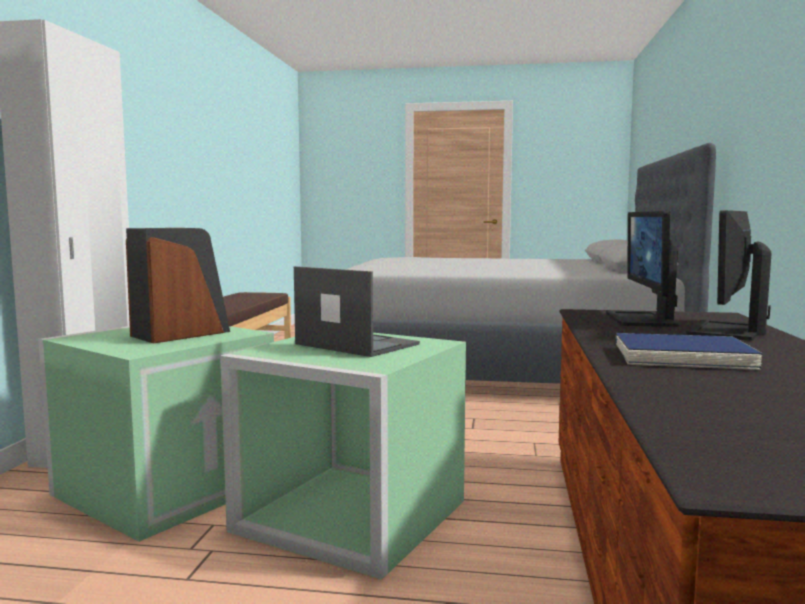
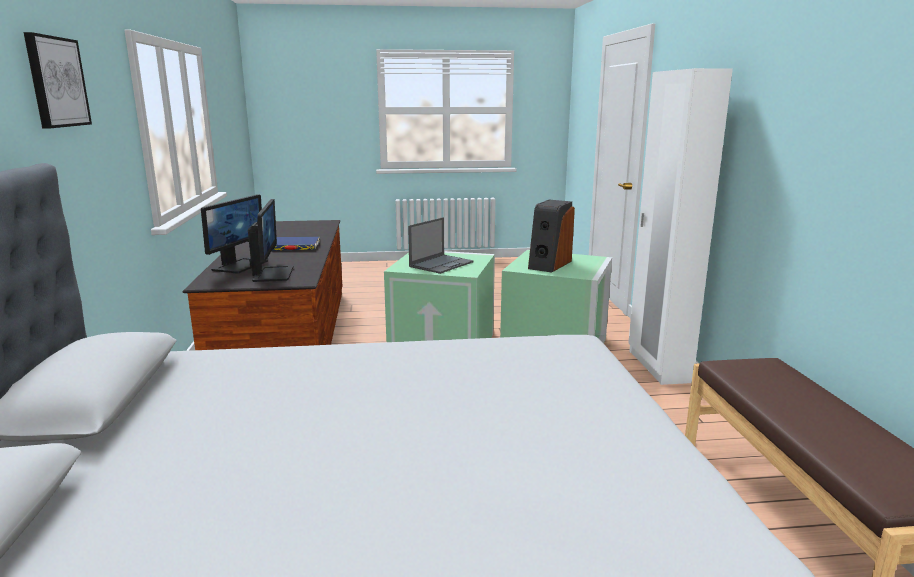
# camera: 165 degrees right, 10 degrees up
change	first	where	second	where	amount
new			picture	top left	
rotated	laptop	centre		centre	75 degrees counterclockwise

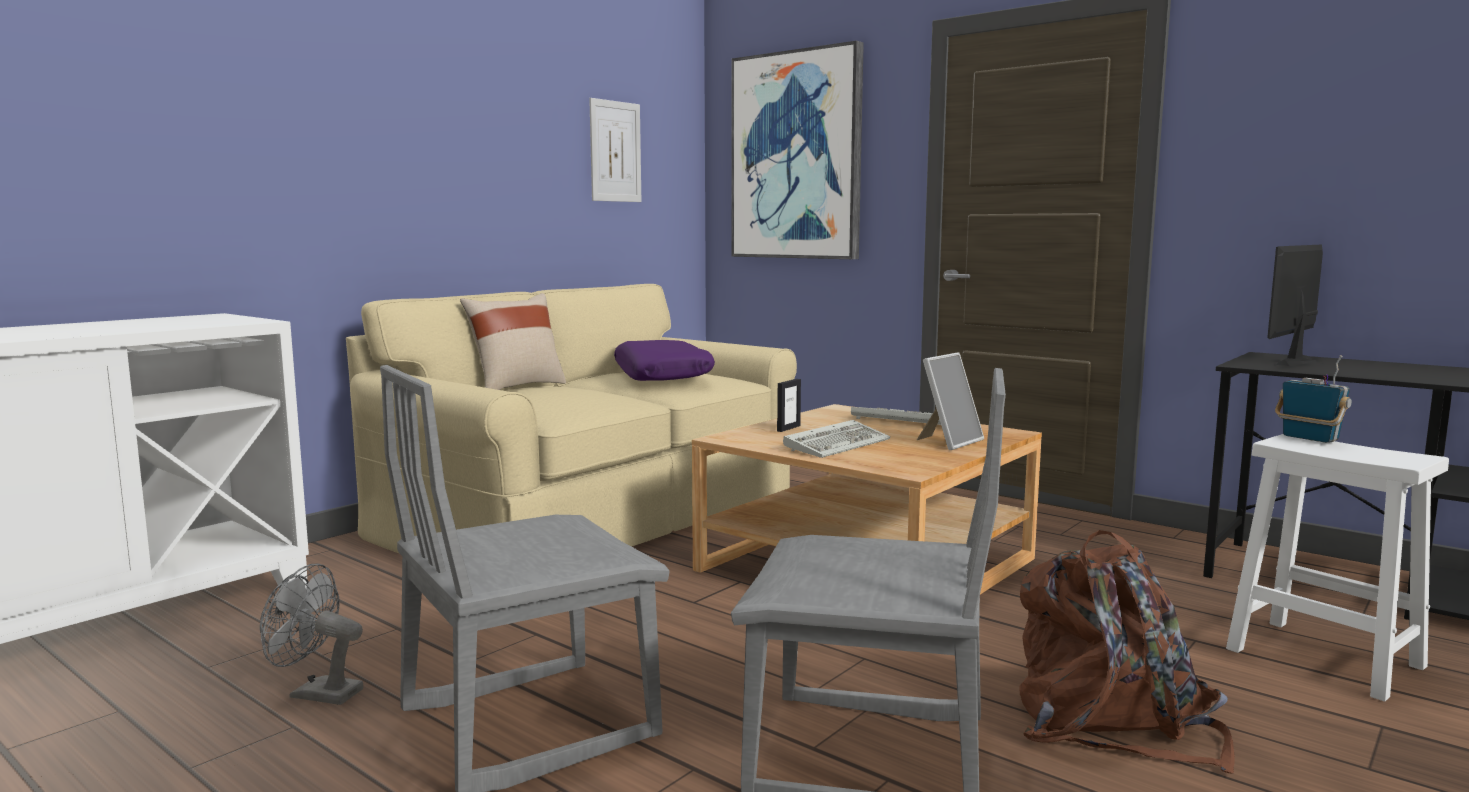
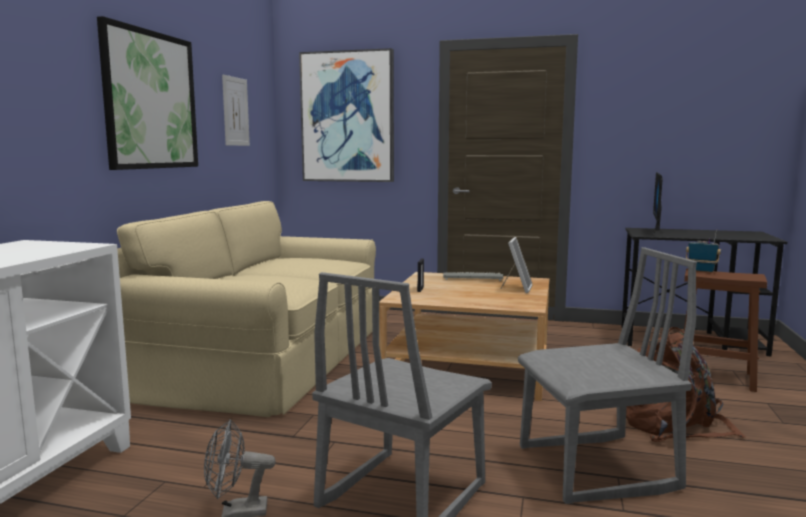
# camera: 25 degrees left, 0 degrees up
change	first	where	second	where	amount
new			picture (no. 1 from left)	top left	
repainted	white-coloured_stool_seat	bottom right	brown_stool_seat	middle right	
gone	sand-coloured_pillow	centre			
gone	purplish_pillow	centre			
gone	computer_keyboard (no. 1 from left)	centre			

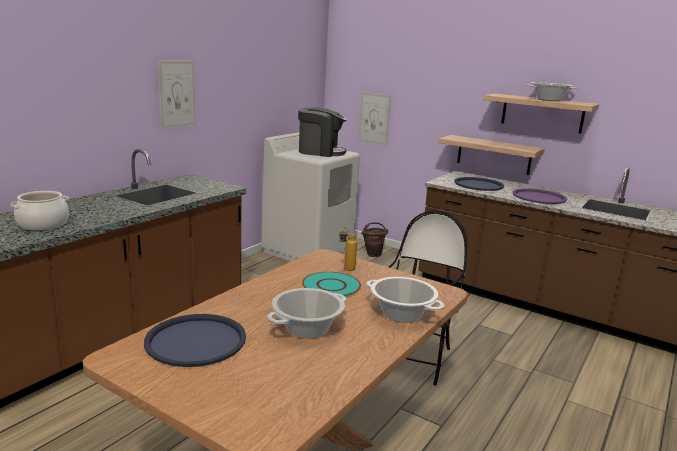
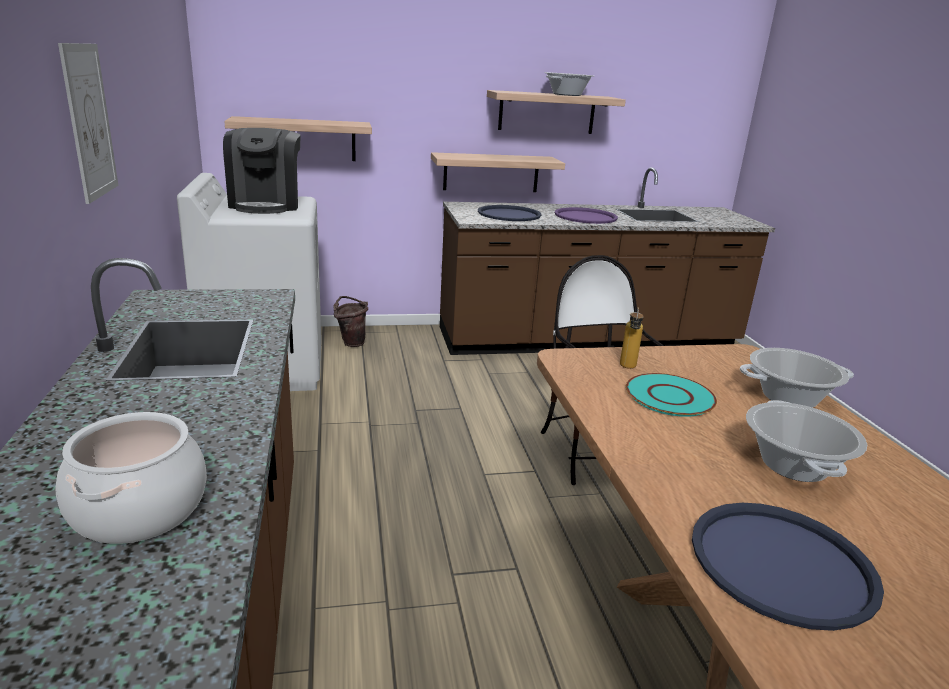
# camera: 45 degrees left, 5 degrees up
change	first	where	second	where	amount
rotated	coffee_brewer	top centre		top left	120 degrees clockwise
swapped	picture (no. 2 from left)	top centre	shelf (no. 1 from left)	top left	

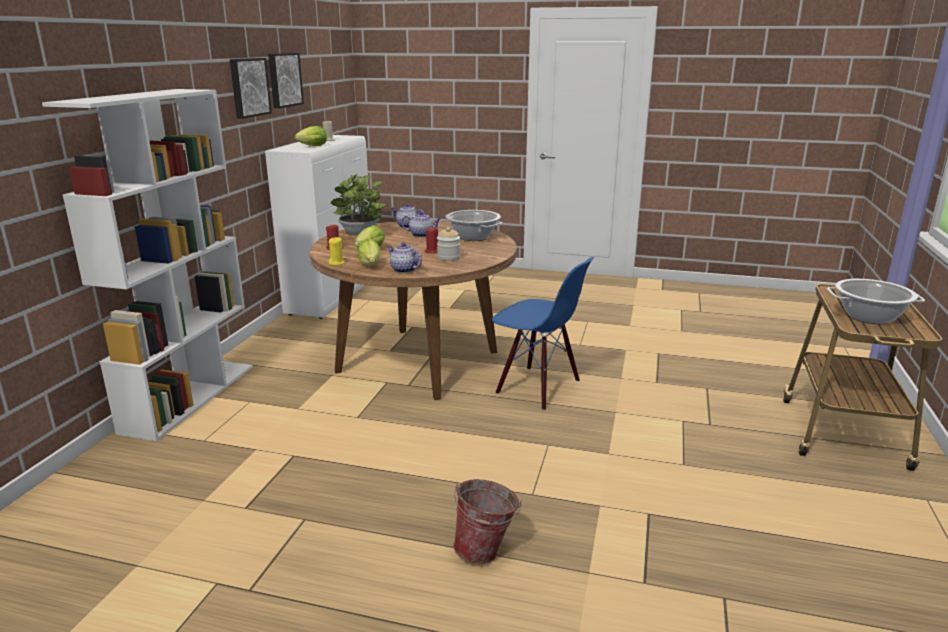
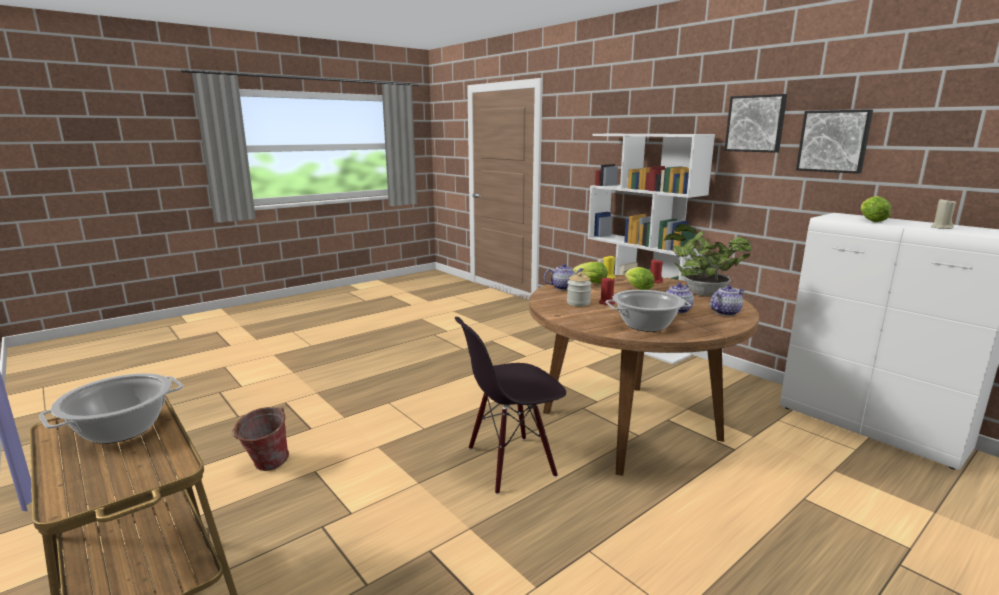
# camera: 125 degrees right, 5 degrees down
change	first	where	second	where	amount
shifted	bucket	bottom centre		bottom left	
repainted	blue-coloured_plain_chair	centre	blackish_plain_chair	bottom centre	
shifted	picture (no. 2 from left in the first image)	top left	picture (no. 1 from left)	top right	

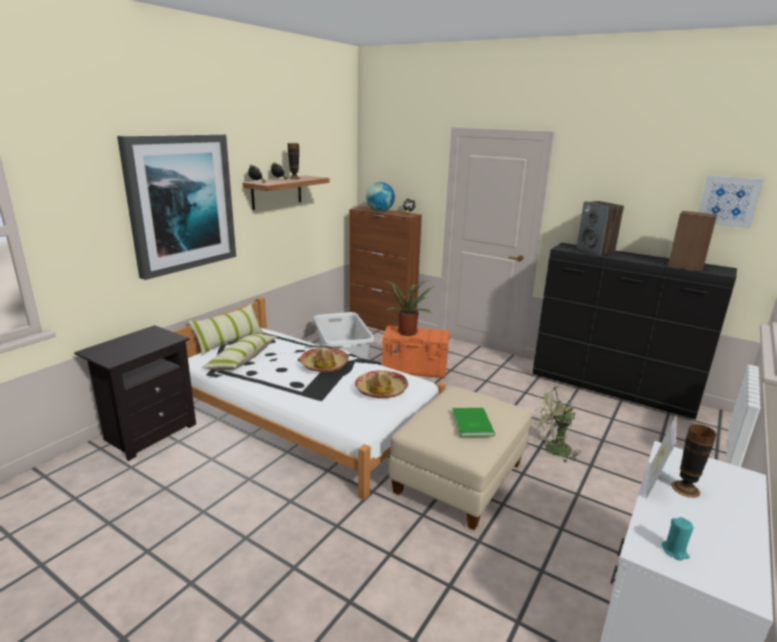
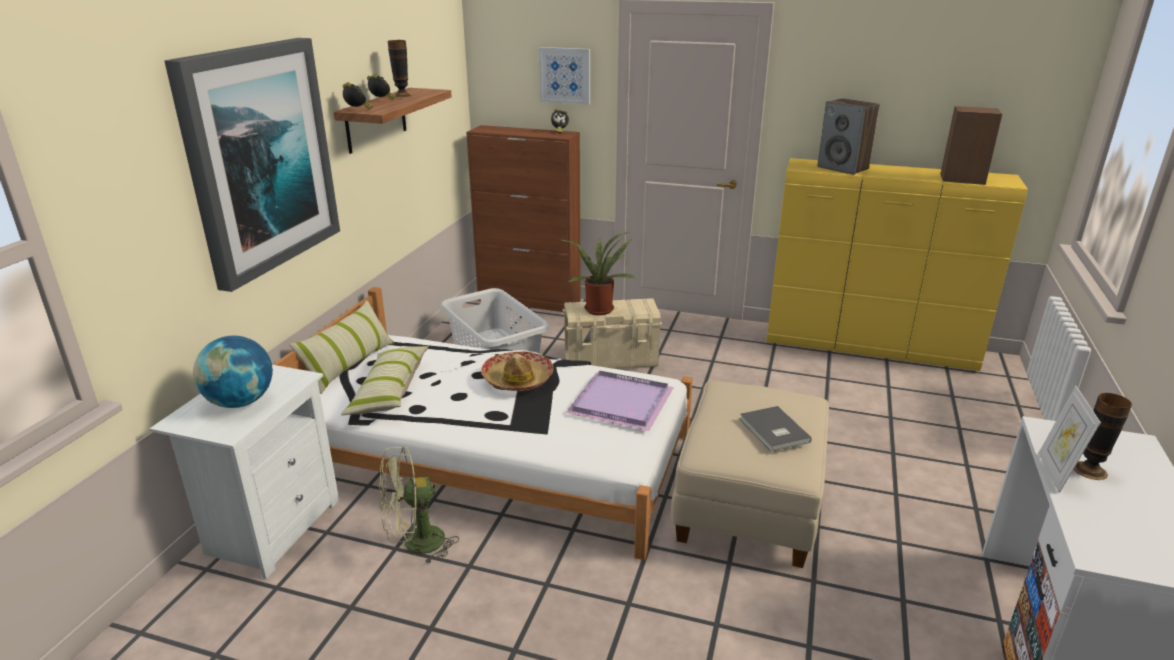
# camera: 15 degrees left, 5 degrees up
change	first	where	second	where	amount
repainted	blackish_nightstand	middle left	white-coloured_nightstand	bottom left	
shifted	globe	top centre		middle left	
shifted	green-coloured_fan	middle right		bottom centre	
shifted	picture (no. 2 from left)	top right		top centre	
repainted	orange_storage_box	centre	sand-coloured_storage_box	centre	
swapped	wearable_hat (no. 2 from left)	centre	purplish_serving_tray	centre	
repainted	green-coloured_volume	centre	gray_volume	centre	
repainted	blackish_chest_of_drawers	middle right	yellow-coloured_chest_of_drawers	middle right	
gone	turquoise_candle	bottom right			

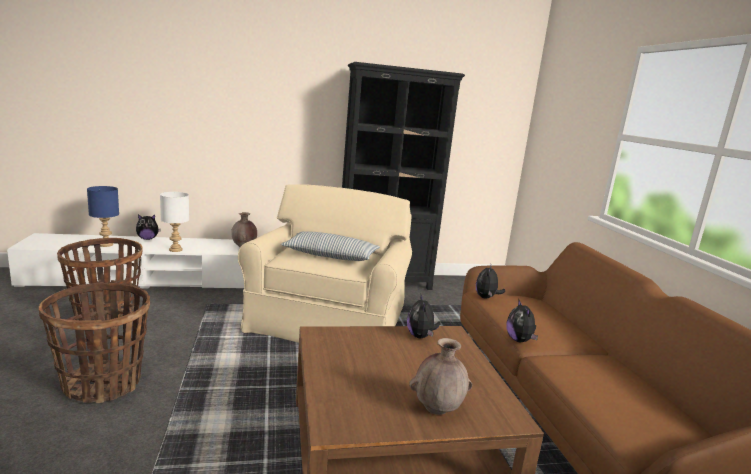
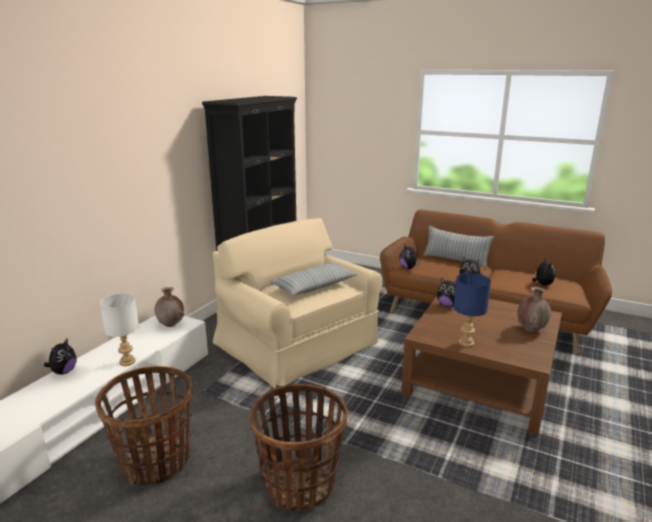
# camera: 50 degrees left, 5 degrees up
change	first	where	second	where	amount
new			pillow (no. 2 from left)	middle right	
shifted	blue-coloured_table_lamp	middle left		middle right	
new			plush_toy (no. 5 from left)	middle right	

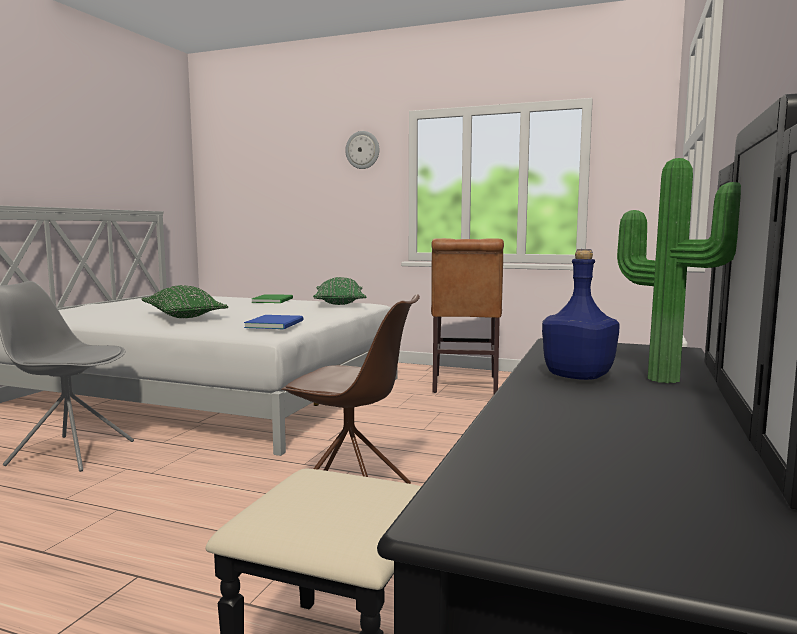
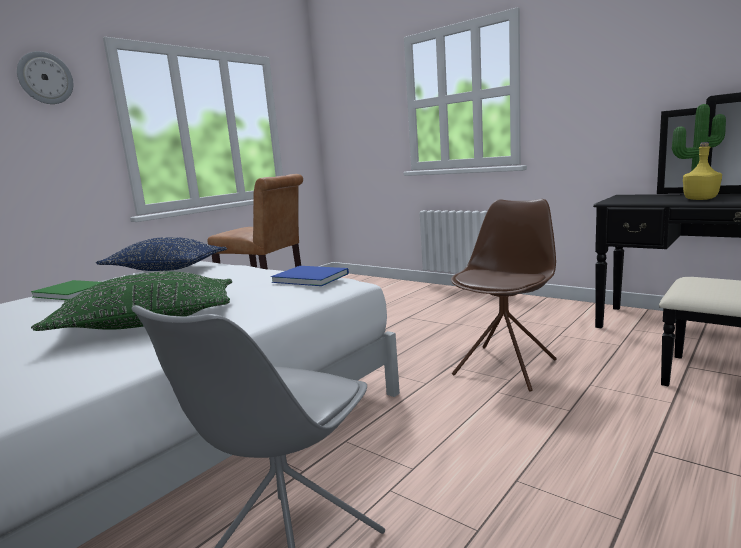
# camera: 70 degrees left, 5 degrees up
change	first	where	second	where	amount
repainted	green-coloured_pillow (no. 2 from left)	centre	blue-coloured_pillow	middle left	
repainted	blue-coloured_beverage_bottle	middle right	yellow-coloured_beverage_bottle	top right	

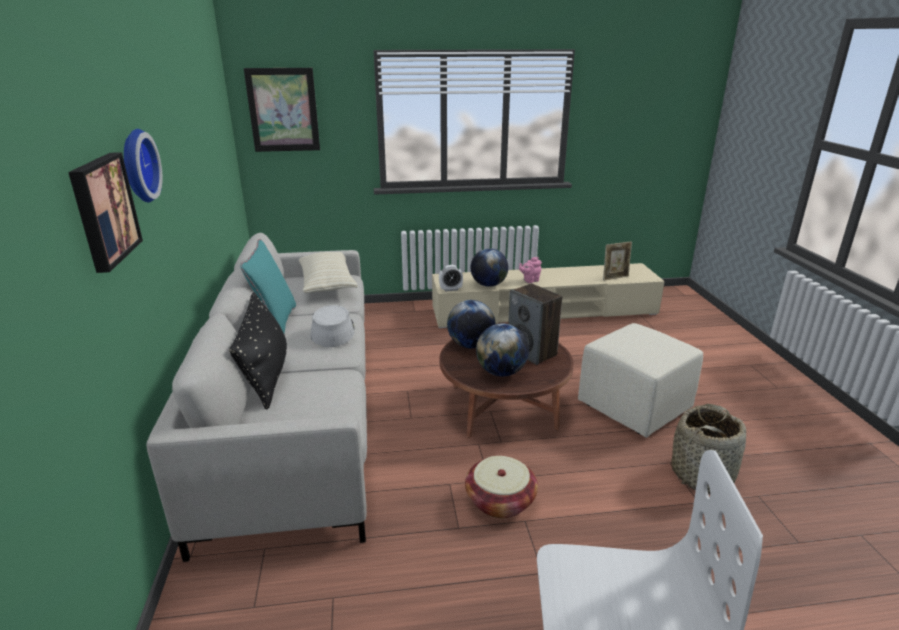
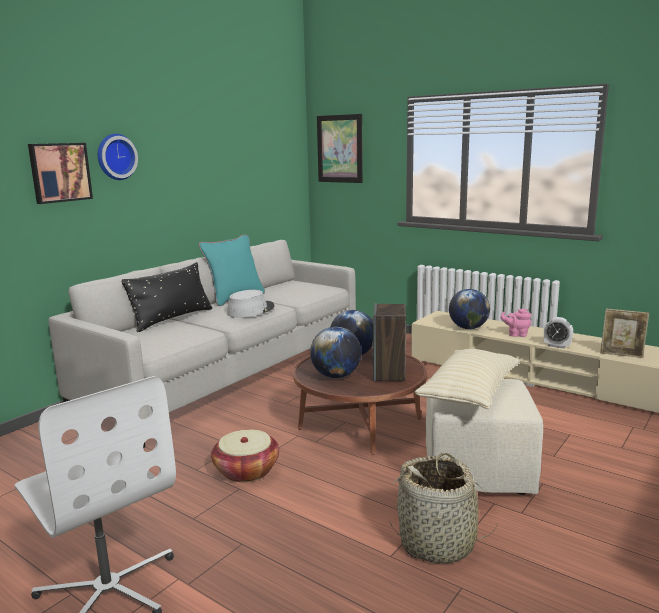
# camera: 45 degrees right, 10 degrees down
change	first	where	second	where	amount
shifted	sand-coloured_pillow	centre		middle right	
shifted	alarm_clock	centre		middle right	

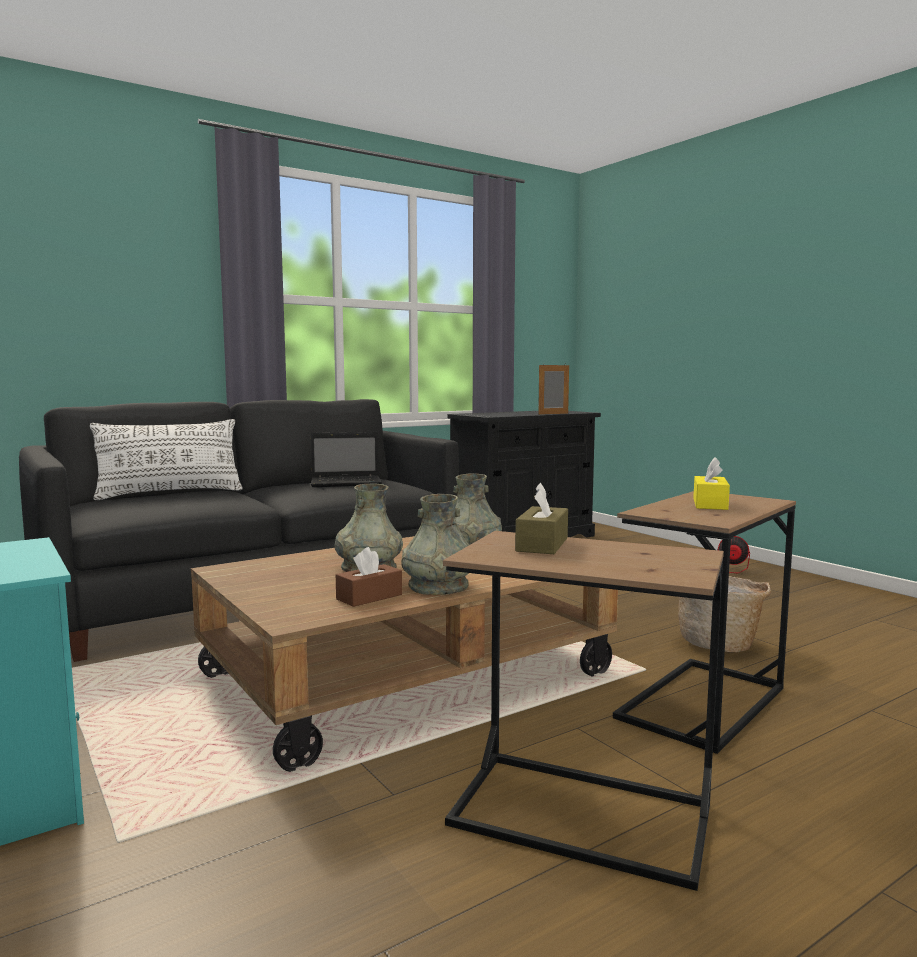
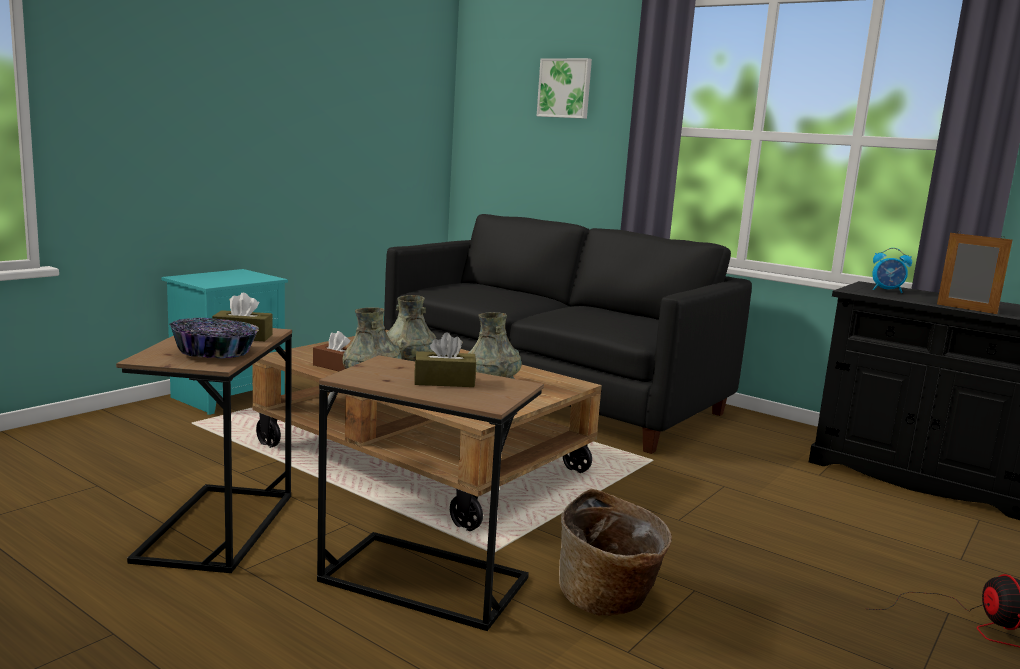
# camera: 70 degrees right, 5 degrees up
change	first	where	second	where	amount
new			bowl	middle left	
repainted	yellow-coloured_tissue_holder	middle right	brown_tissue_holder (no. 3 from left)	centre	
new			picture	top centre	
new			alarm_clock	middle right	
gone	white-coloured_pillow	middle left			
gone	laptop	centre			

